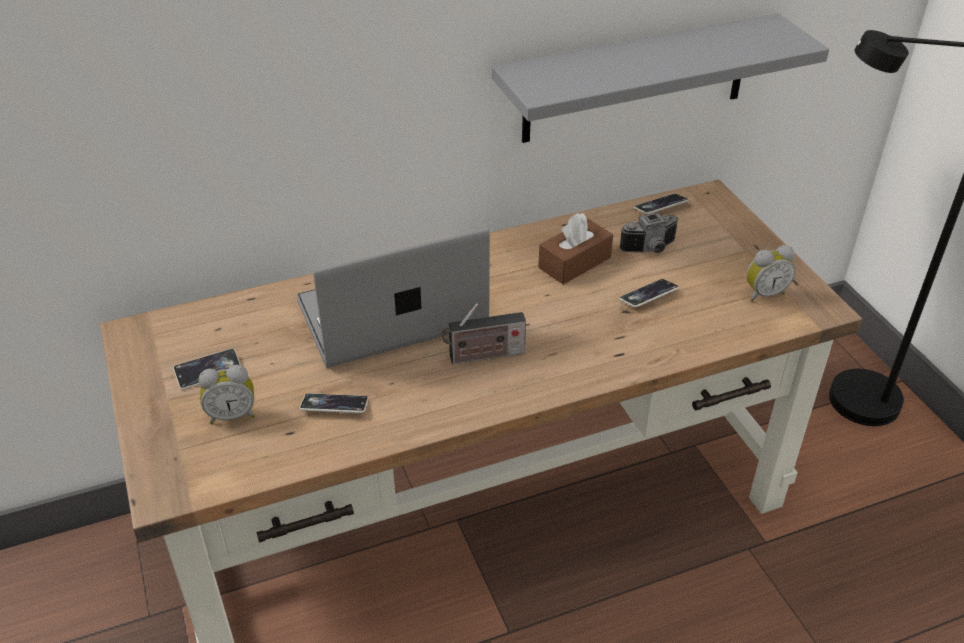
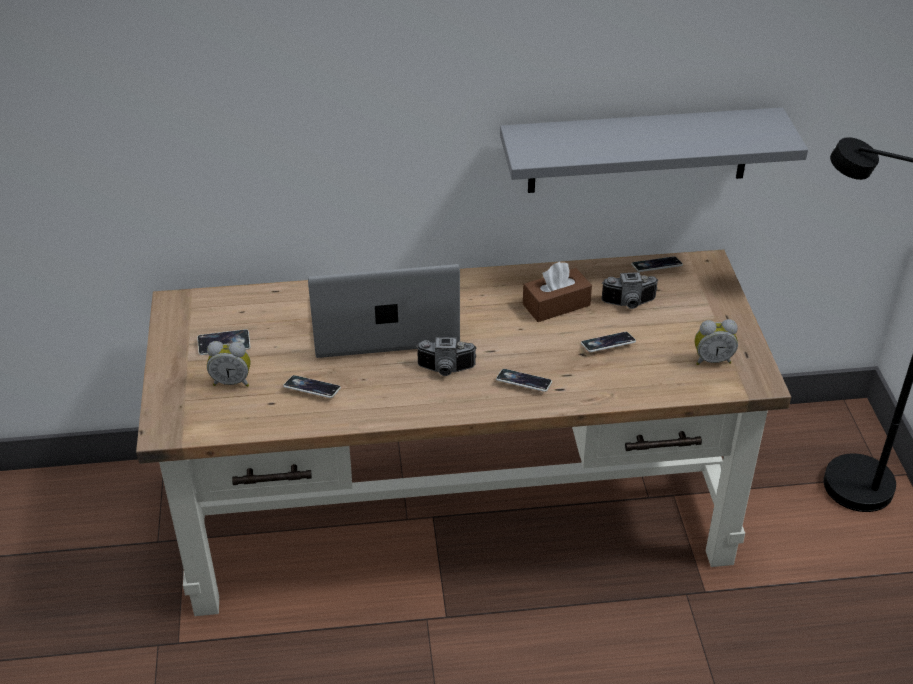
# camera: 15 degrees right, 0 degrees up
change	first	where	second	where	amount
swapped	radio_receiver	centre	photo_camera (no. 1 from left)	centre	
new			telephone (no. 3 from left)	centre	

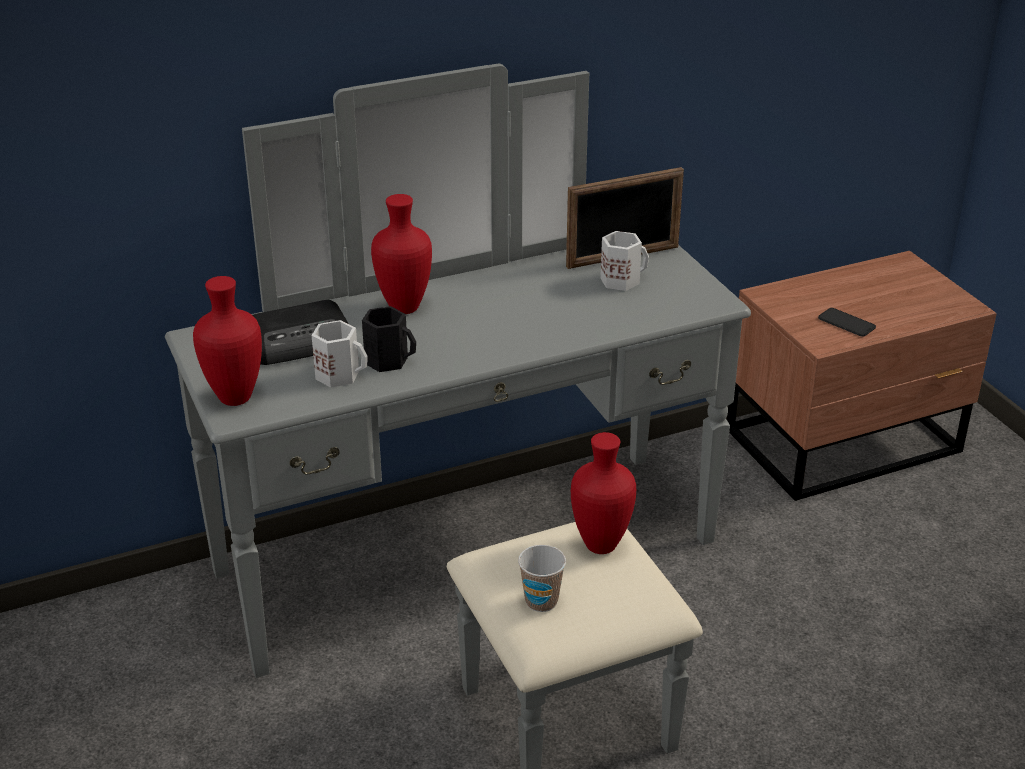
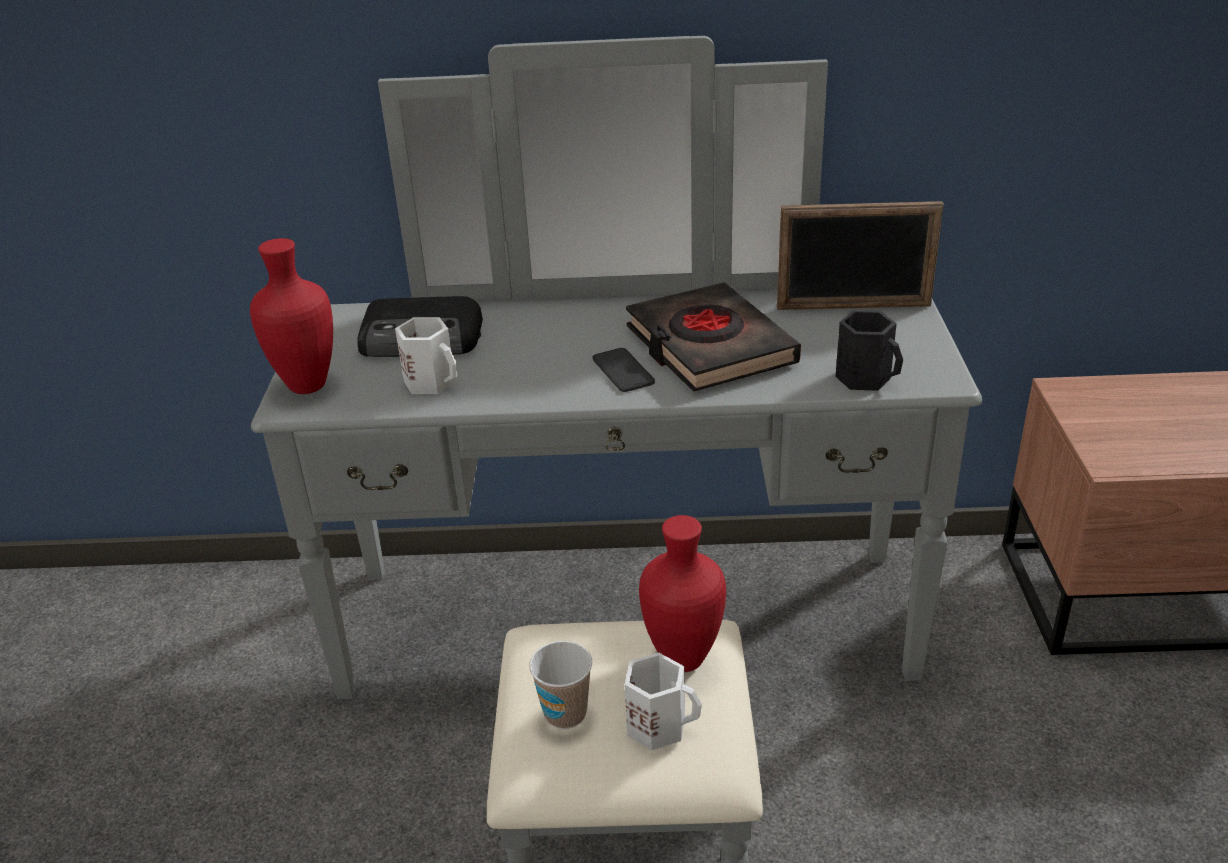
# camera: 25 degrees right, 0 degrees up
change	first	where	second	where	amount
shifted	telephone	middle right		centre	
shifted	white-coloured_mug (no. 2 from left)	centre		bottom centre	
new			blackish_volume	centre	
shifted	blackish_mug	centre		middle right	
gone	red-coloured_decorative_vase (no. 2 from left)	top centre			

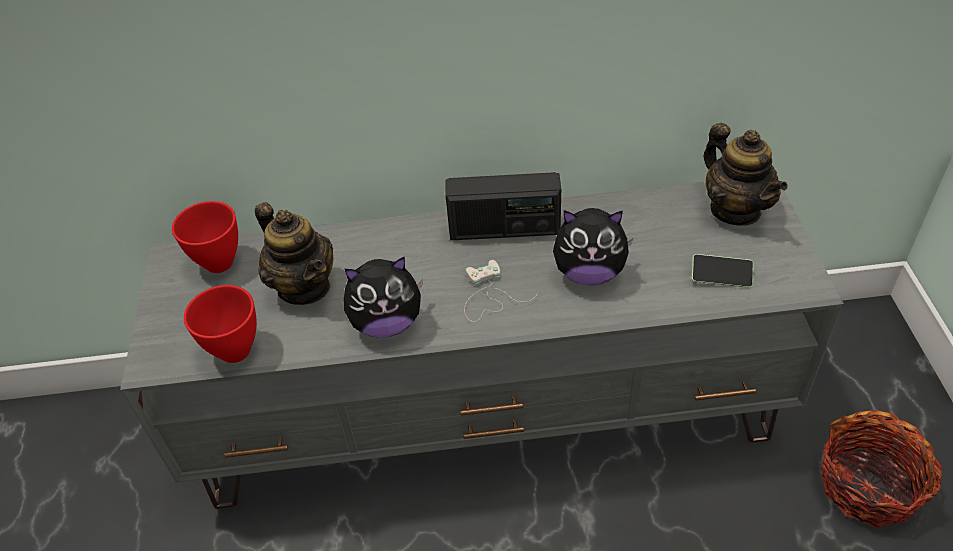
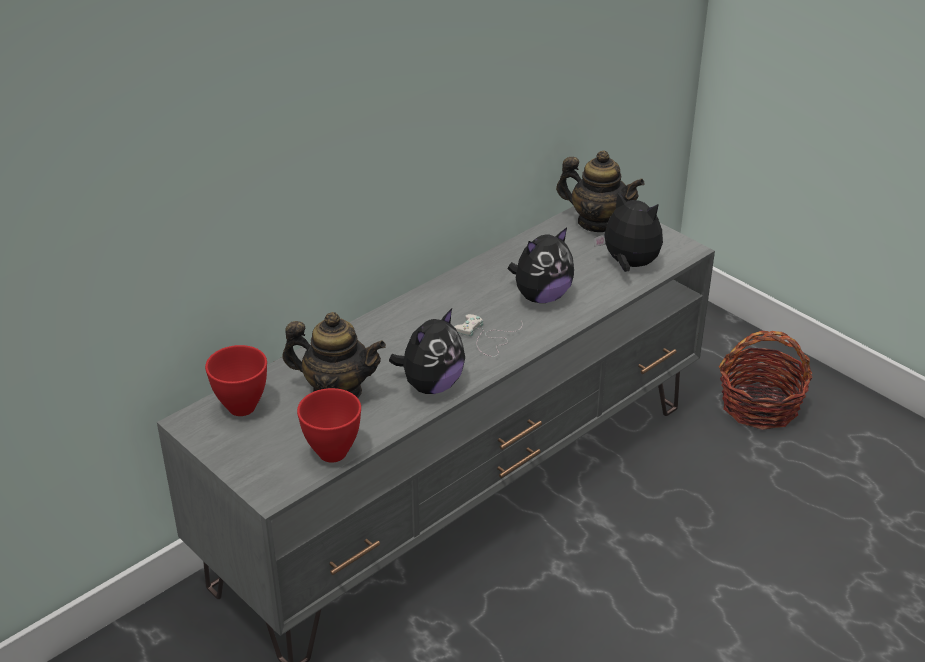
# camera: 40 degrees left, 10 degrees down
change	first	where	second	where	amount
swapped	telephone	middle right	plush_toy (no. 3 from left)	middle right	
gone	radio_receiver	centre			

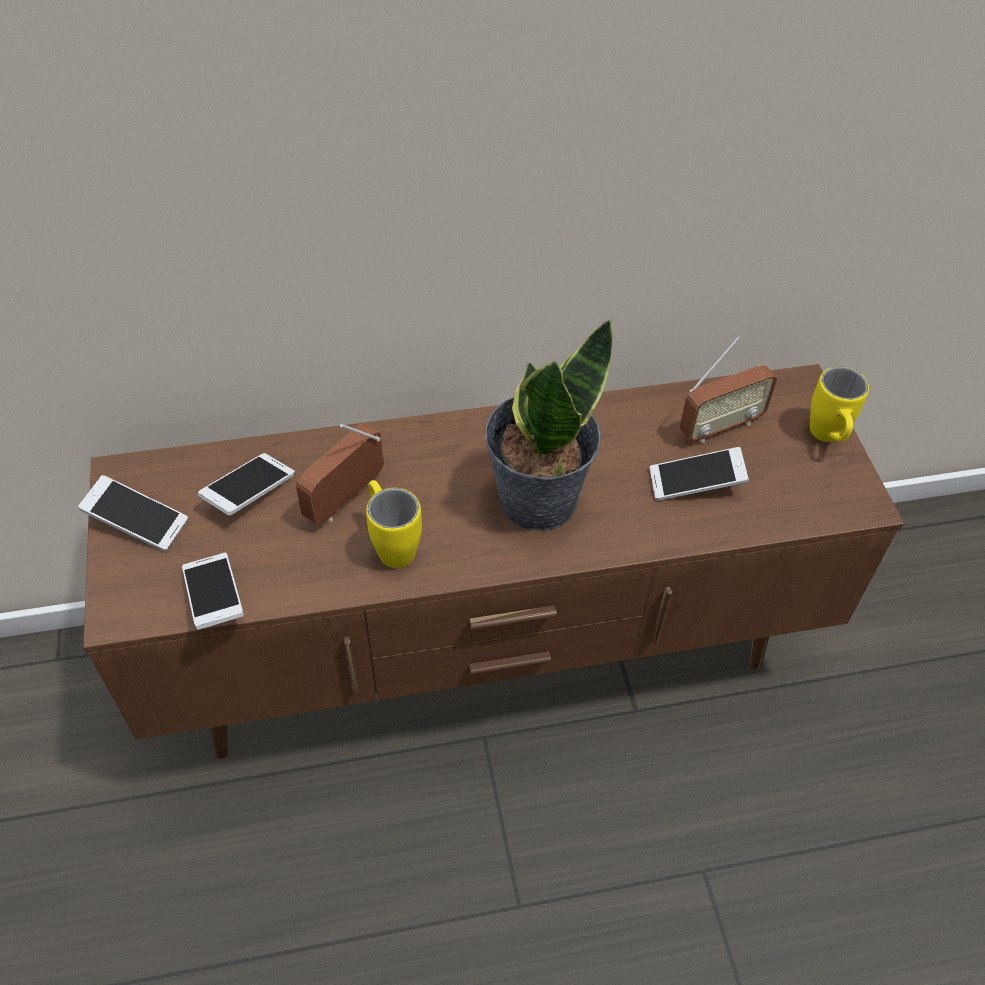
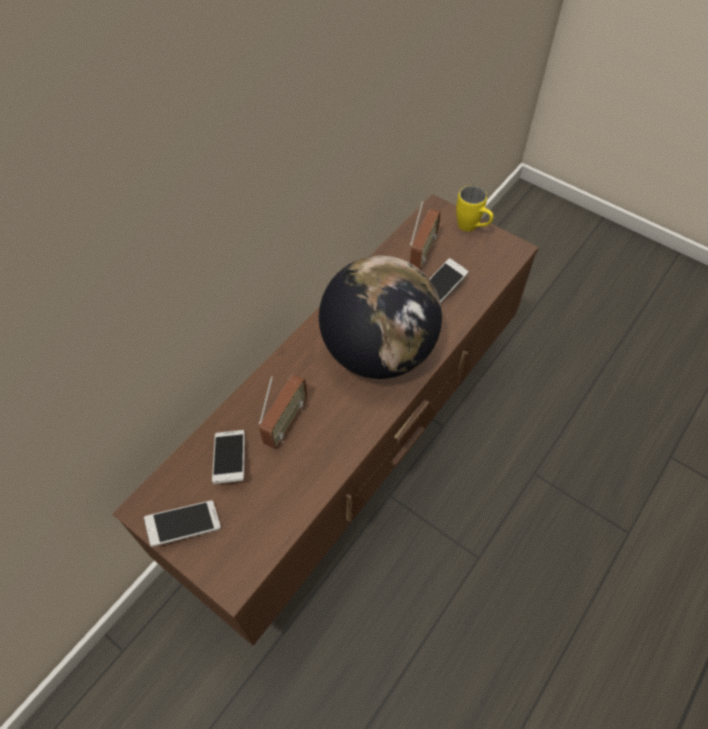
# camera: 40 degrees left, 5 degrees up
change	first	where	second	where	amount
rotated	radio_receiver (no. 1 from left)	centre		centre	150 degrees counterclockwise
swapped	potted_plant	centre	globe	centre	
gone	telephone (no. 2 from left)	middle left			
gone	yellow-coloured_mug (no. 1 from left)	centre			

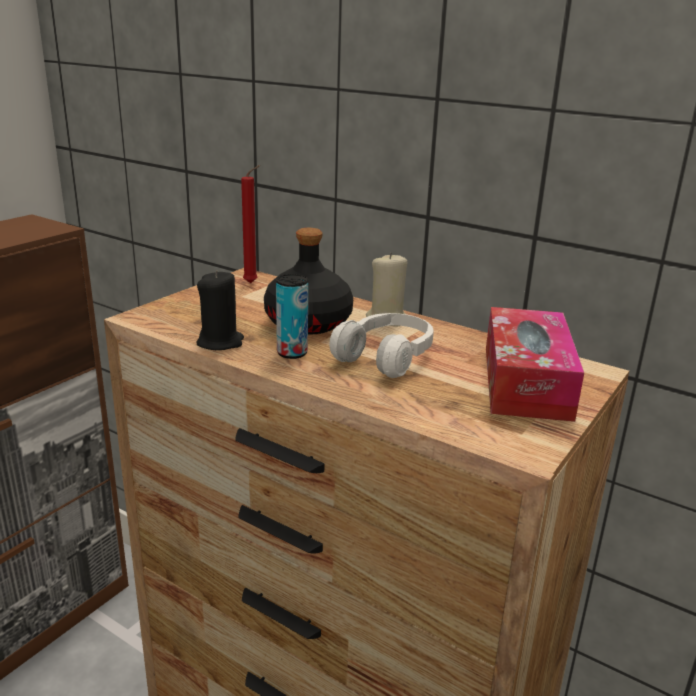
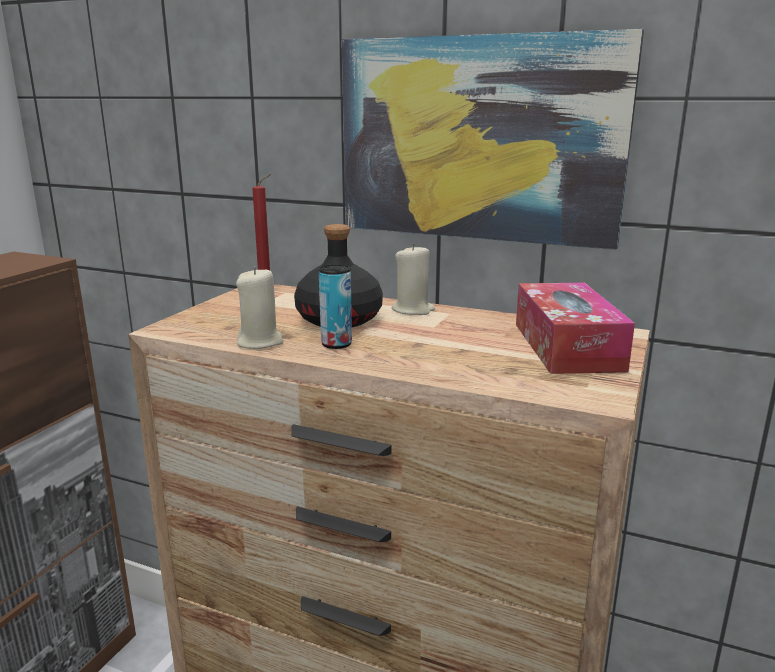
# camera: 10 degrees left, 5 degrees down
change	first	where	second	where	amount
repainted	blackish_candle	middle left	sand-coloured_candle (no. 1 from left)	centre	
new			picture	top centre	
gone	white-coloured_pair_of_headphones	centre			

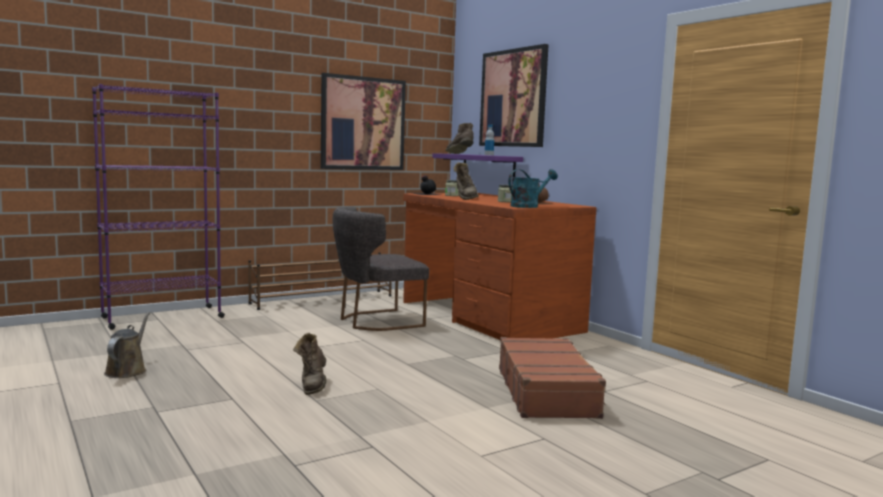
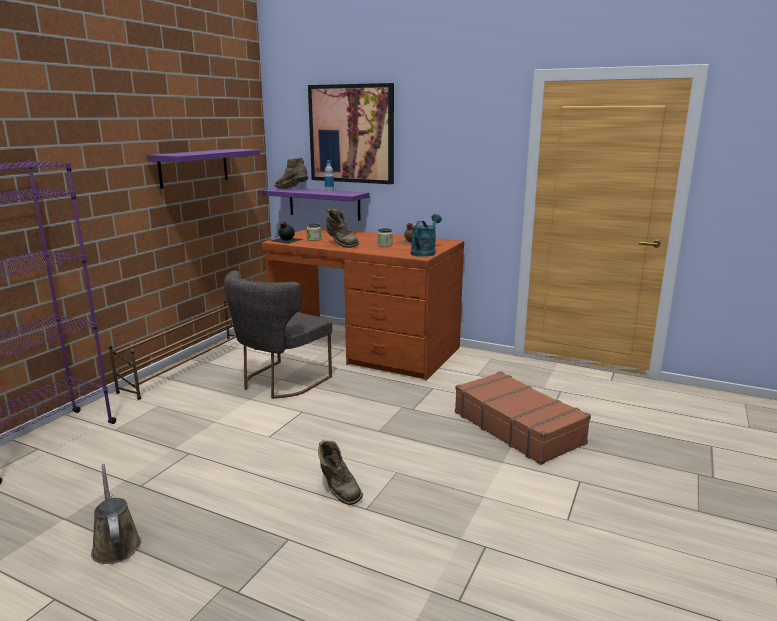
# camera: 30 degrees left, 10 degrees up
change	first	where	second	where	amount
swapped	picture (no. 1 from left)	top centre	purplish_shelf (no. 1 from left)	top left	

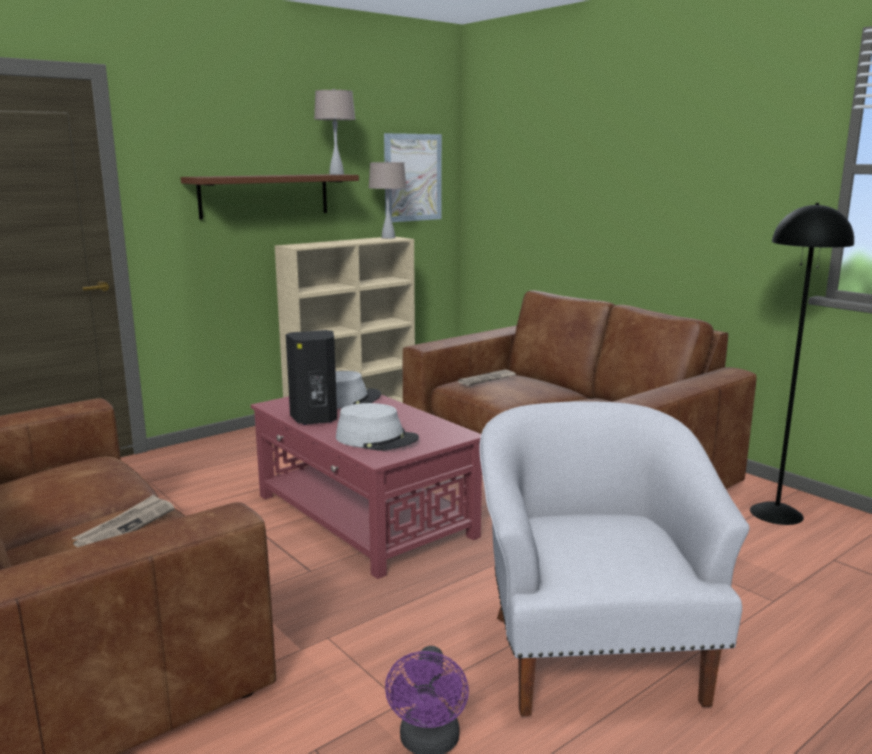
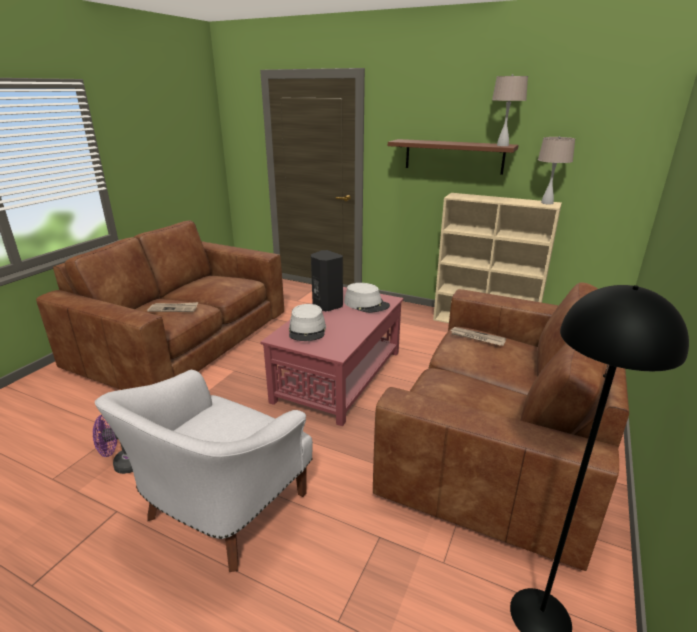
# camera: 65 degrees right, 10 degrees up
change	first	where	second	where	amount
rotated	white-coloured_easy_chair	bottom right		bottom left	150 degrees clockwise
gone	picture	top centre			

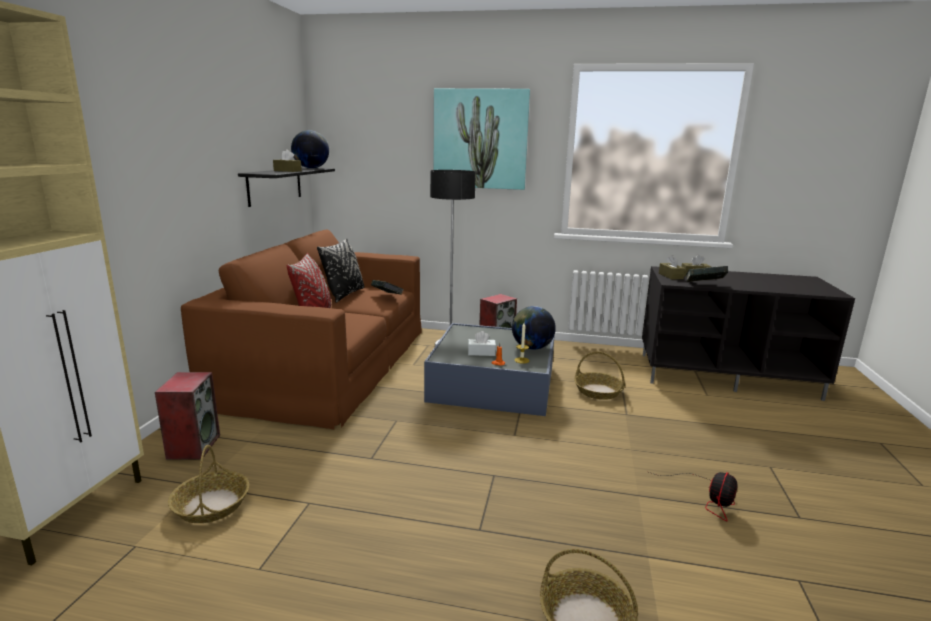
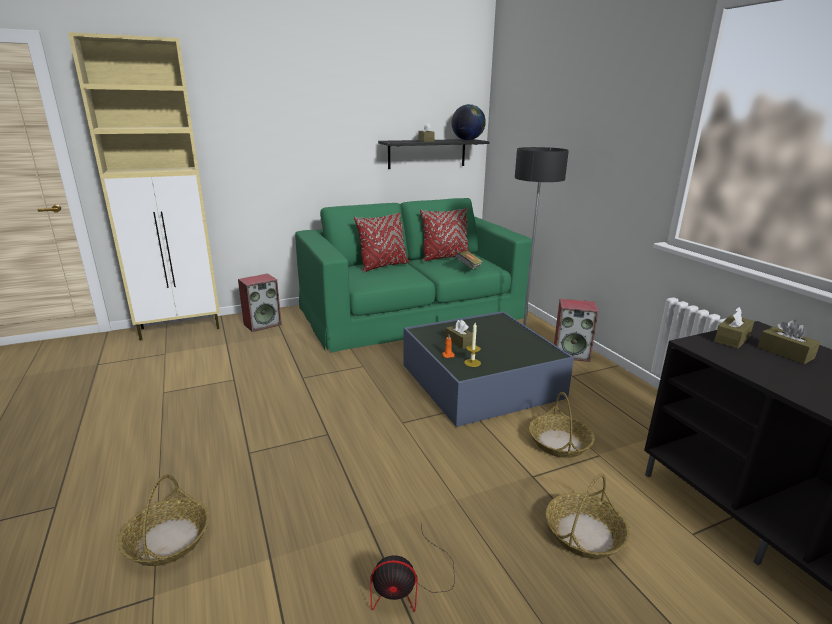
# camera: 55 degrees right, 5 degrees up
change	first	where	second	where	amount
repainted	brown_sofa	middle left	green-coloured_sofa	centre	
repainted	blackish_pillow	centre	red-coloured_pillow (no. 2 from left)	centre	
repainted	white-coloured_tissue_holder	centre	brown_tissue_holder (no. 2 from left)	centre	
shifted	household_basket (no. 1 from left in the first image)	bottom left	household_basket (no. 3 from left)	bottom right	
gone	picture	top centre			
gone	globe (no. 2 from left)	centre			
gone	volume (no. 2 from left)	middle right			

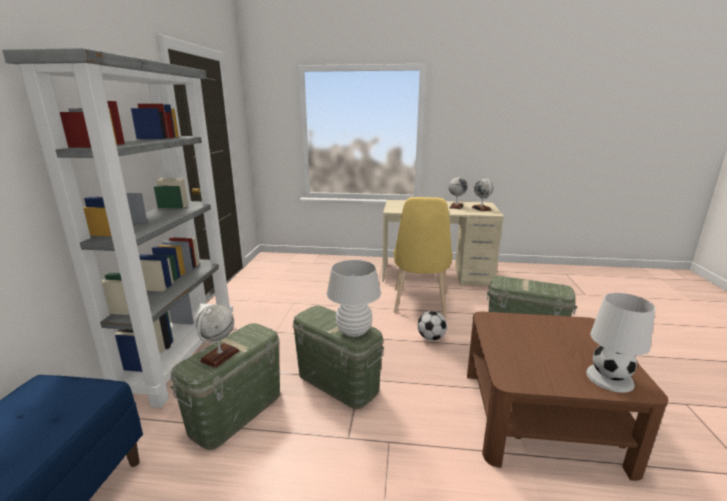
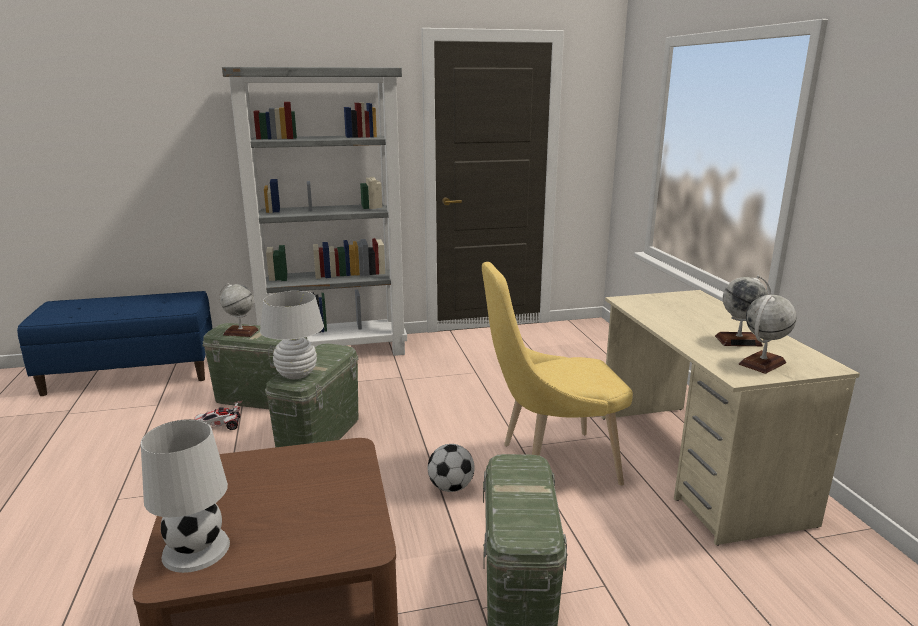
# camera: 70 degrees right, 0 degrees up
change	first	where	second	where	amount
new			toy_car	middle left	

